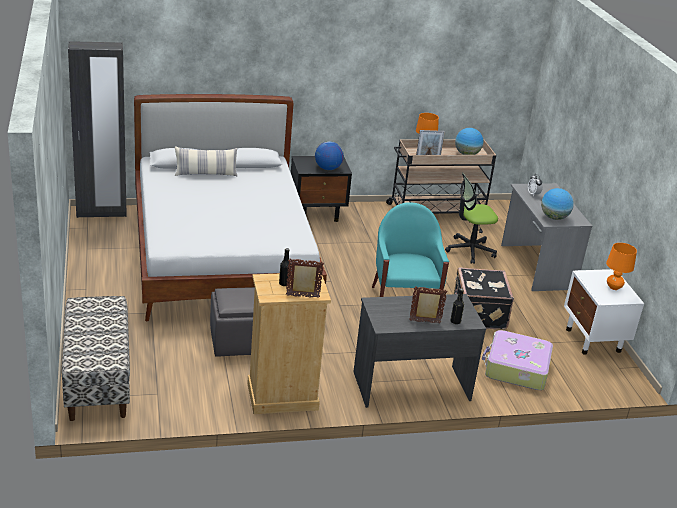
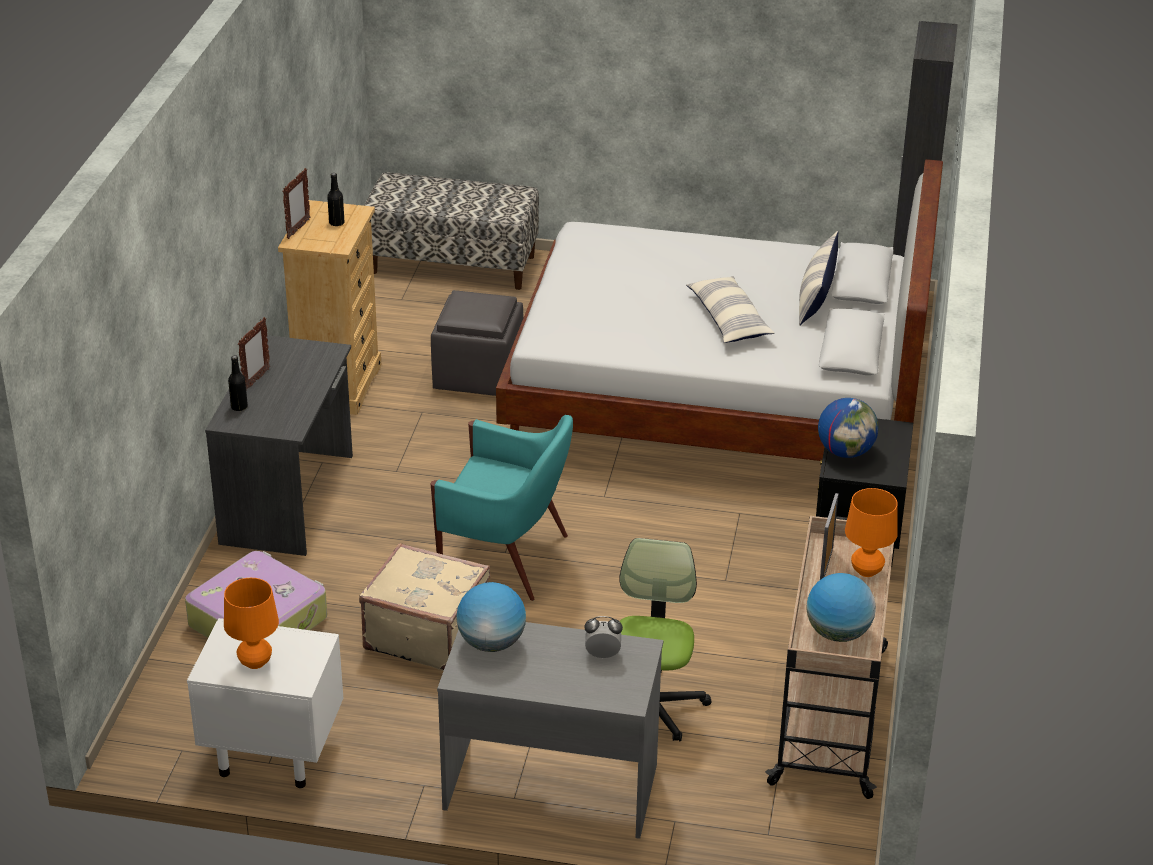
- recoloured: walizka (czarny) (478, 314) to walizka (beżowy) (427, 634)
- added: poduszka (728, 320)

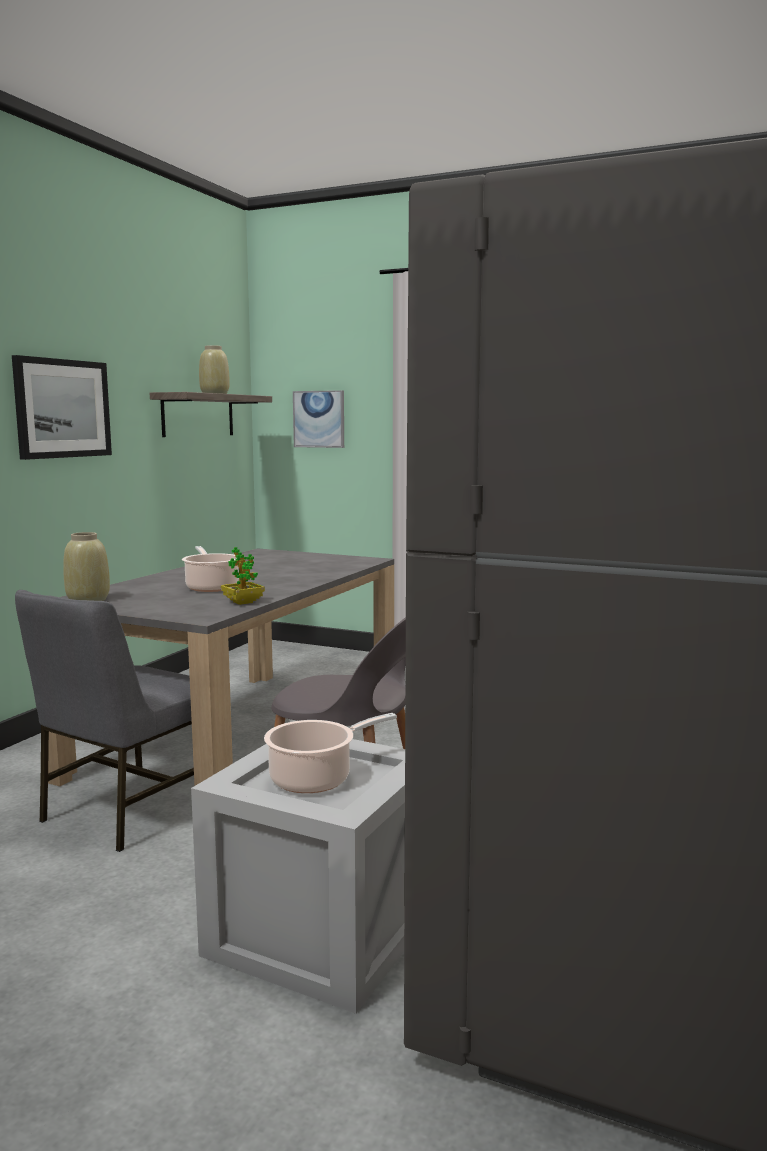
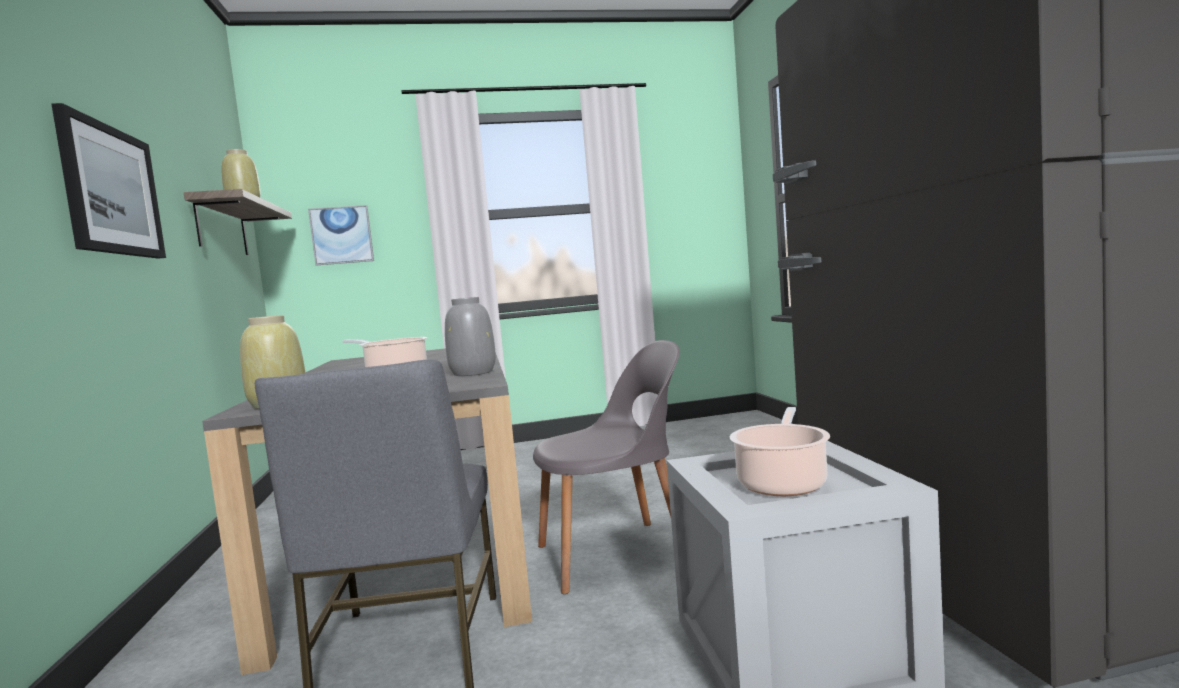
- replaced: roślina doniczkowa (243, 602) to wazon (szary) (473, 373)

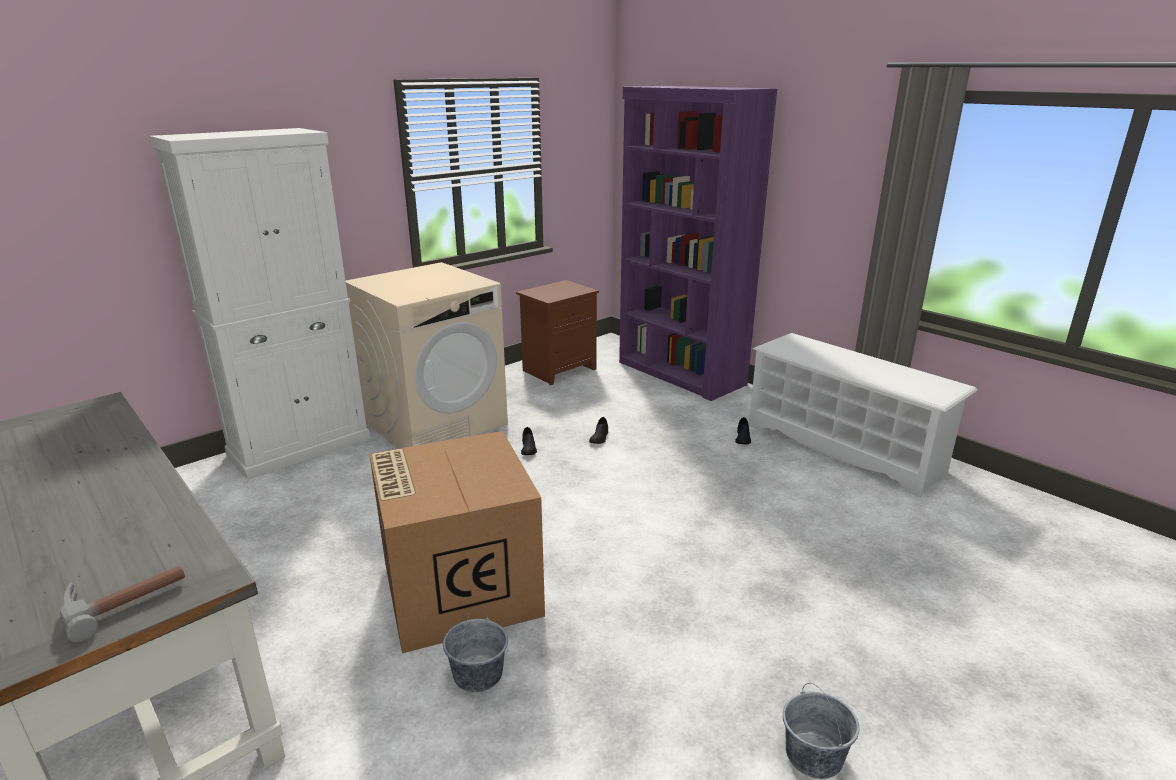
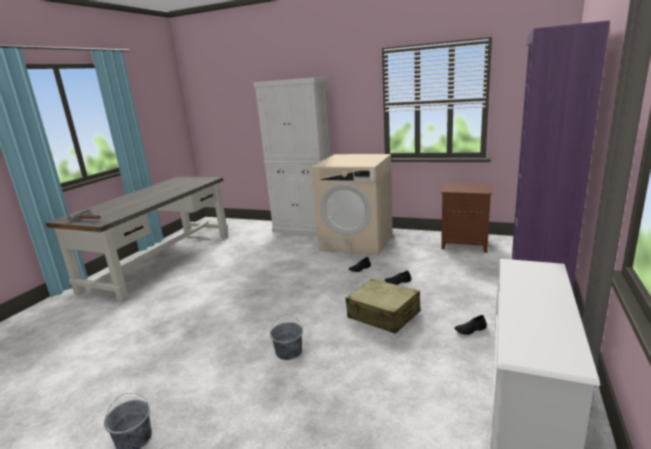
- moved: wiadro (szary) (477, 674) to (288, 352)
- added: walizka (beżowy) (383, 315)
- removed: karton (458, 588)

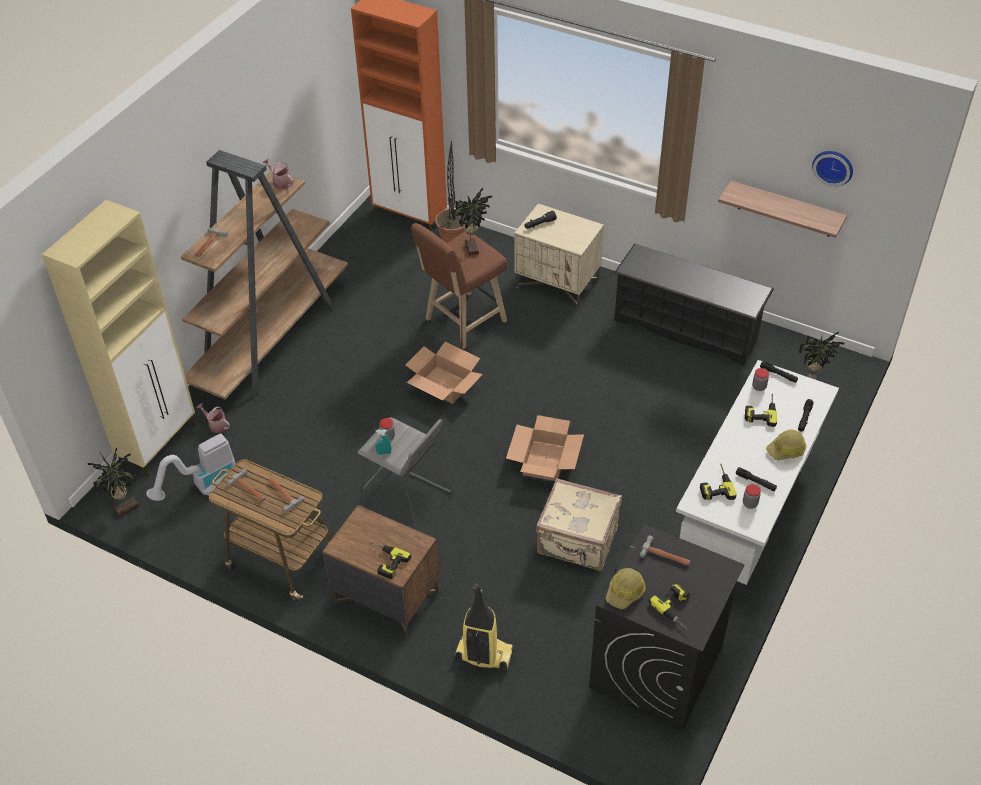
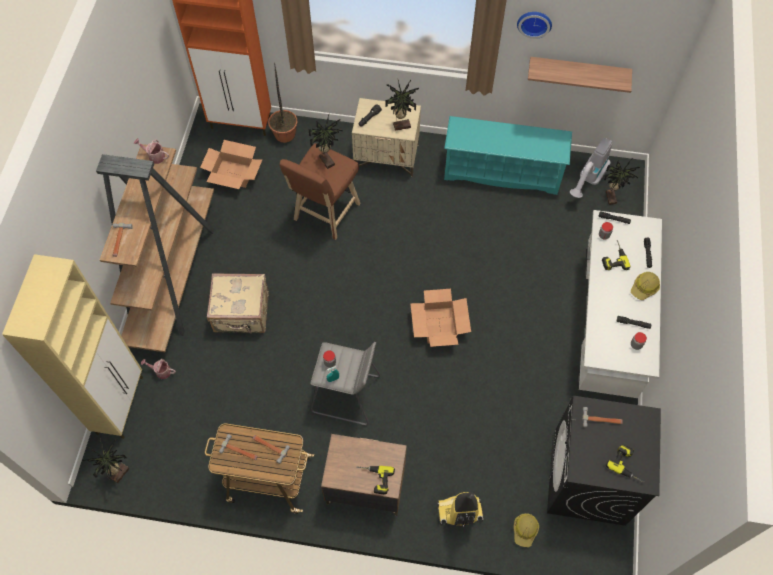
- moved: karton (444, 385) to (234, 173)
- moved: walizka (beżowy) (578, 541) to (242, 313)
- added: roślina doniczkowa (401, 125)
- recoloured: regał na buty (czarny) (686, 328) to regał na buty (turkusowy) (502, 172)
- moved: kask (625, 592) to (525, 530)
- moved: zegar ścienny (833, 166) to (534, 22)
- moved: odkurzacz (203, 489) to (588, 181)
- removed: wiertarka (714, 484)

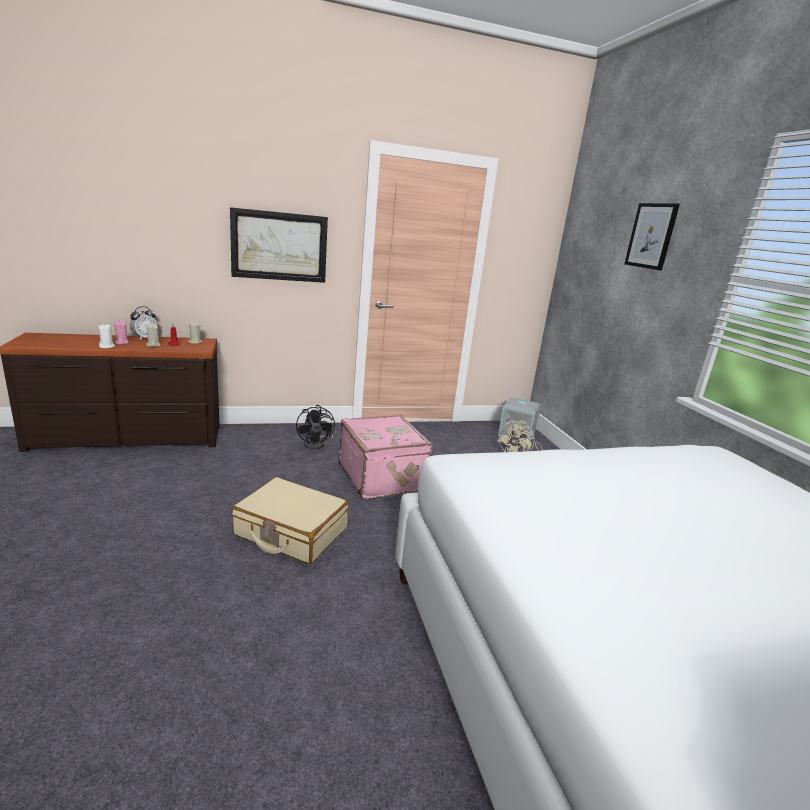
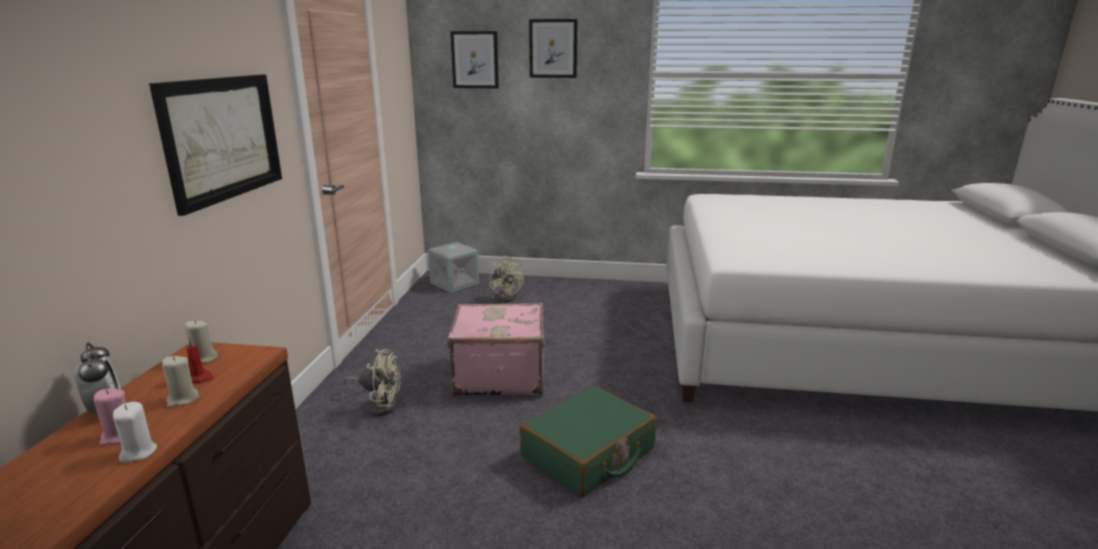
- recoloured: wentylator (czarny) (317, 443) to wentylator (beżowy) (378, 405)
- added: obraz (475, 60)
- recoloured: walizka (beżowy) (290, 532) to walizka (zielony) (588, 454)

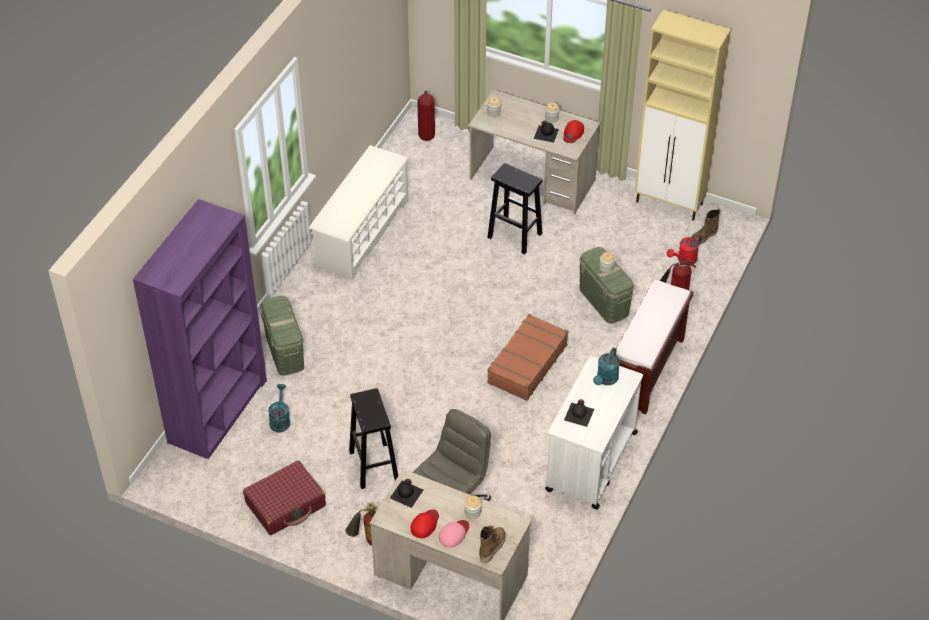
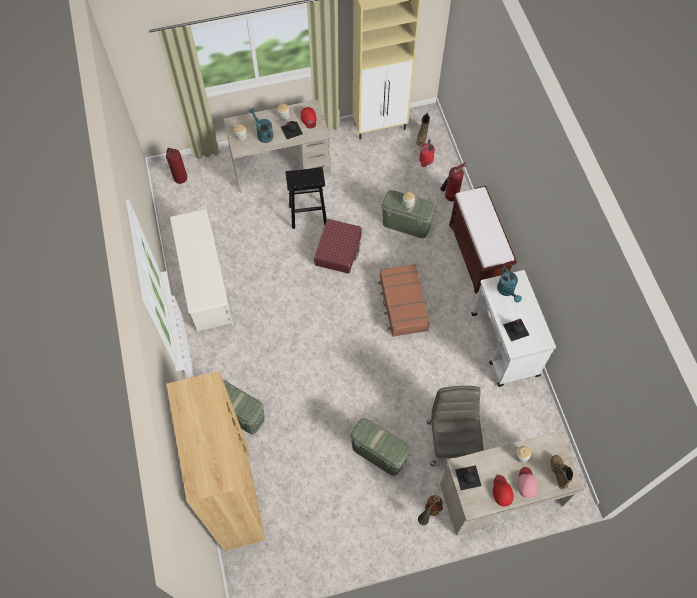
- recoloured: regał (fioletowy) (218, 410) to regał (brązowy) (236, 496)
- moved: konewka (turkusowy) (280, 420) to (263, 134)
- moved: walizka (czerwony) (286, 504) to (338, 250)
- replaced: stołek (czarny) (373, 464) to pojemnik do przechowywania (zielony) (378, 453)

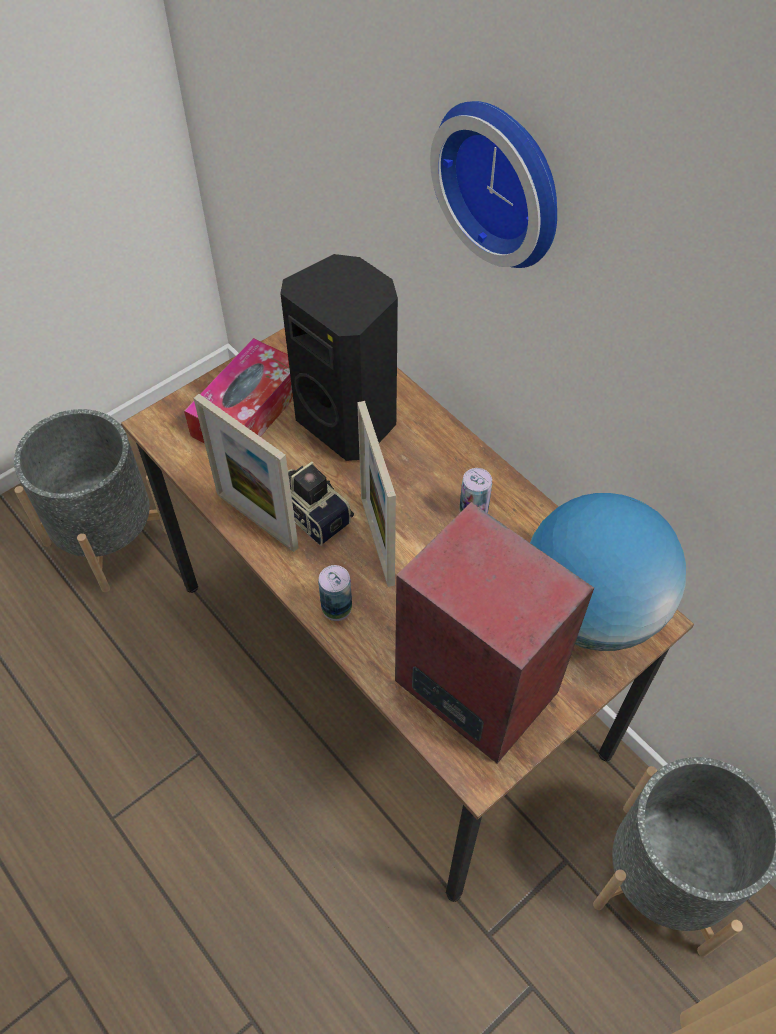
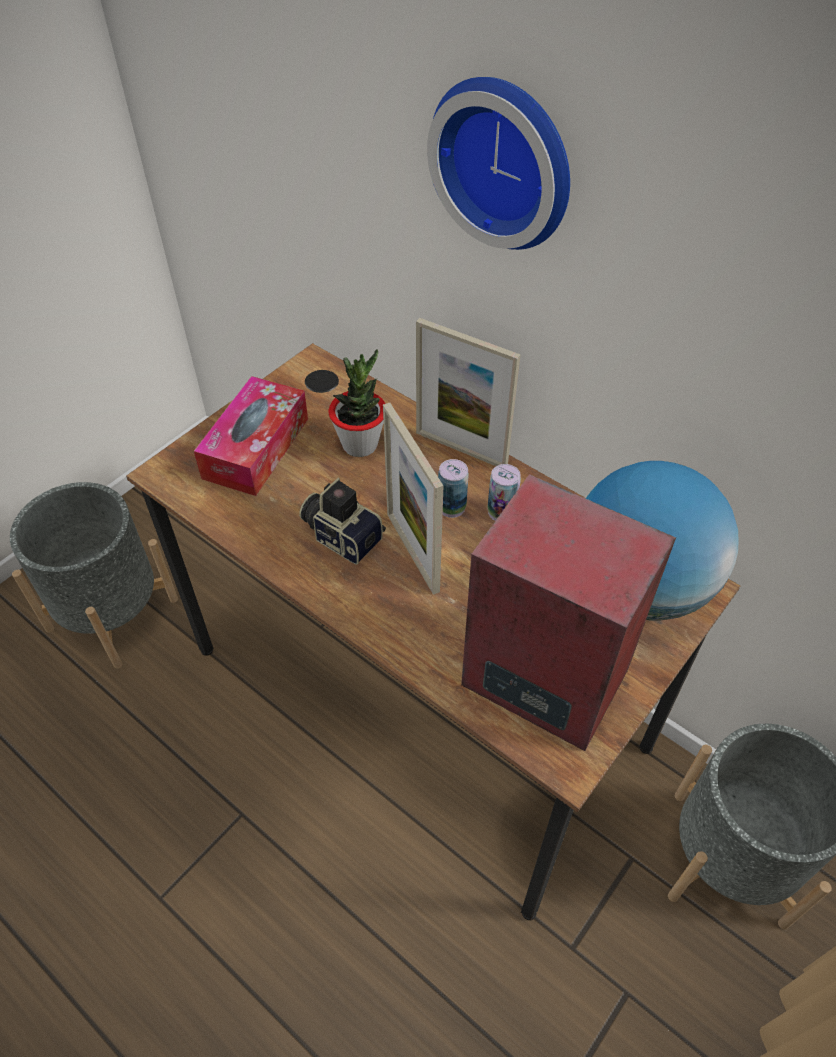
- replaced: głośnik (czarny) (349, 421) to roślina doniczkowa (360, 444)
- moved: ramka na zdjęcie (257, 520) to (461, 449)
- moved: puszka (336, 608) to (451, 507)

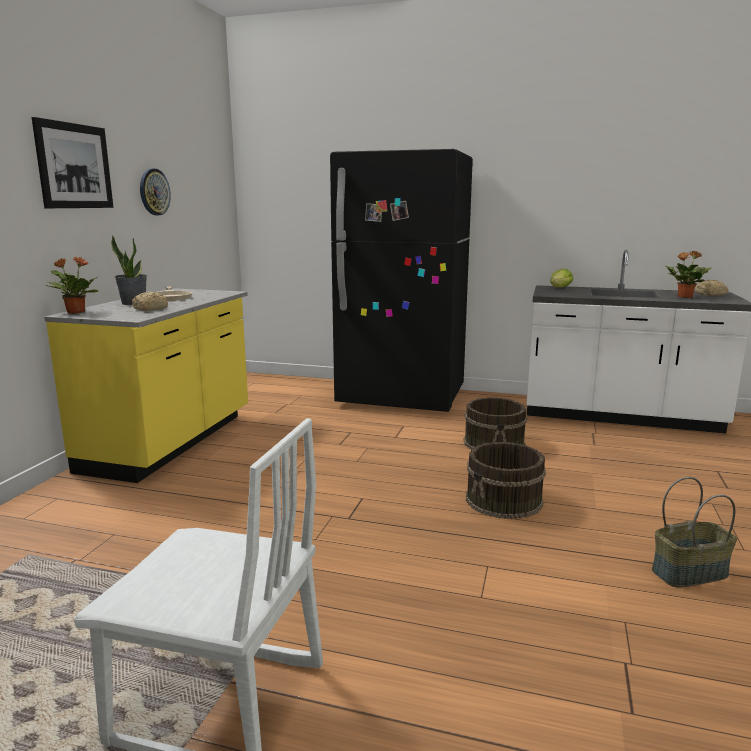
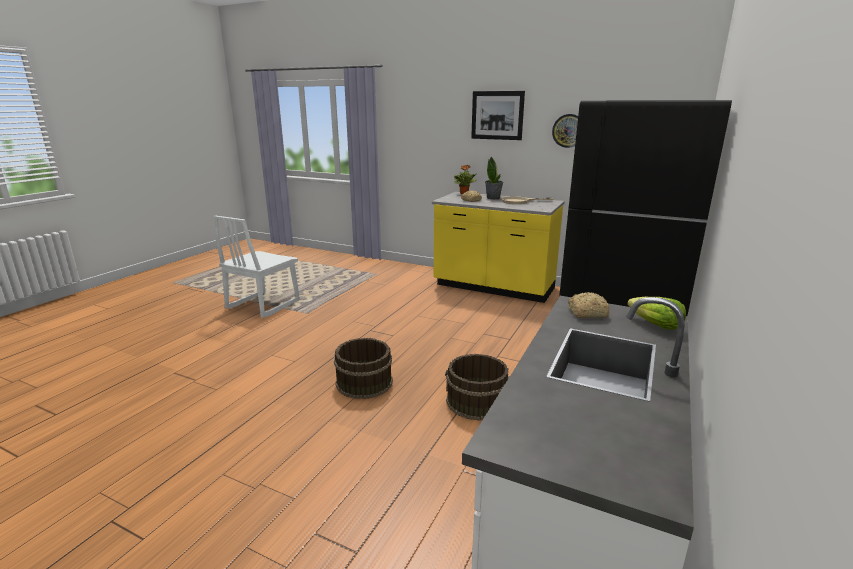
- moved: chleb (710, 294) to (586, 313)
- removed: koszyk (689, 572)
- removed: roślina doniczkowa (684, 297)

